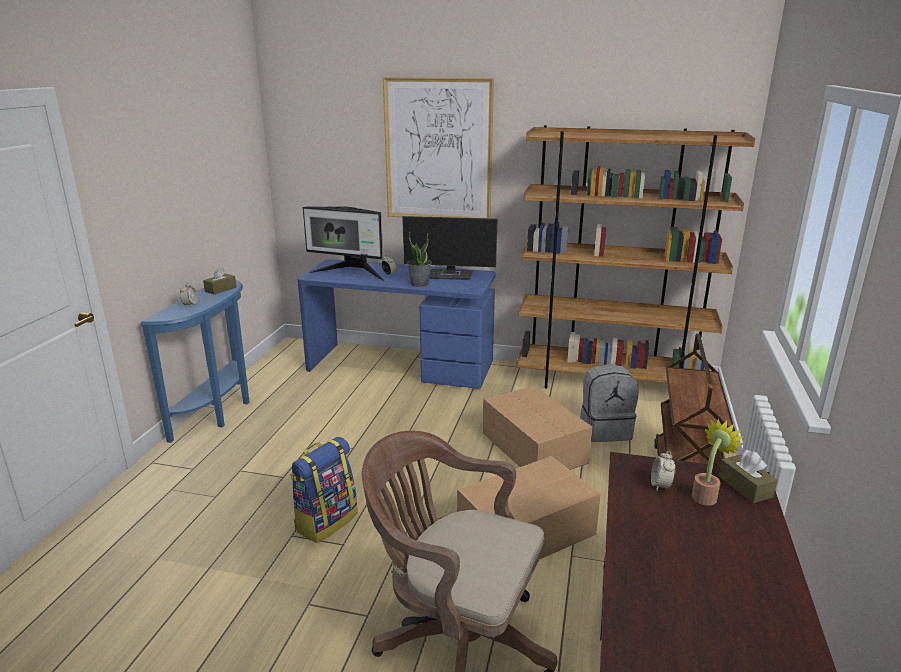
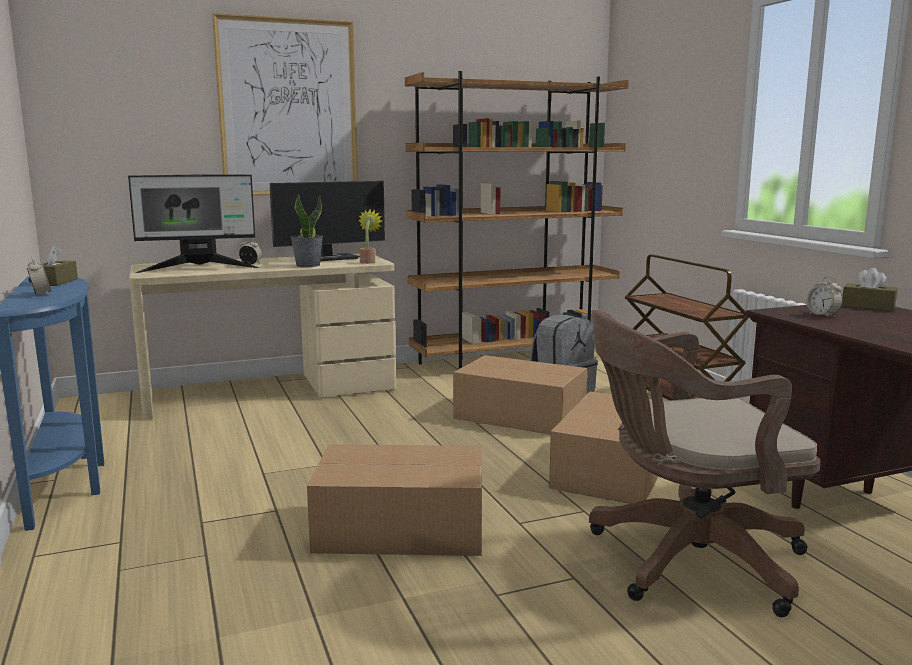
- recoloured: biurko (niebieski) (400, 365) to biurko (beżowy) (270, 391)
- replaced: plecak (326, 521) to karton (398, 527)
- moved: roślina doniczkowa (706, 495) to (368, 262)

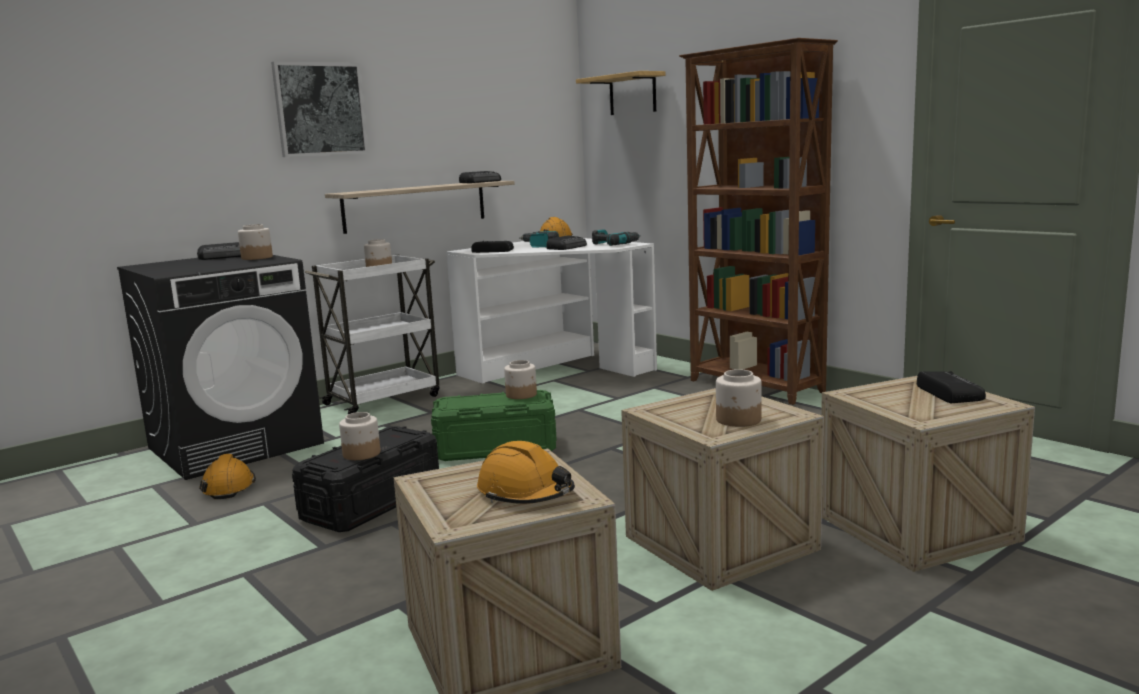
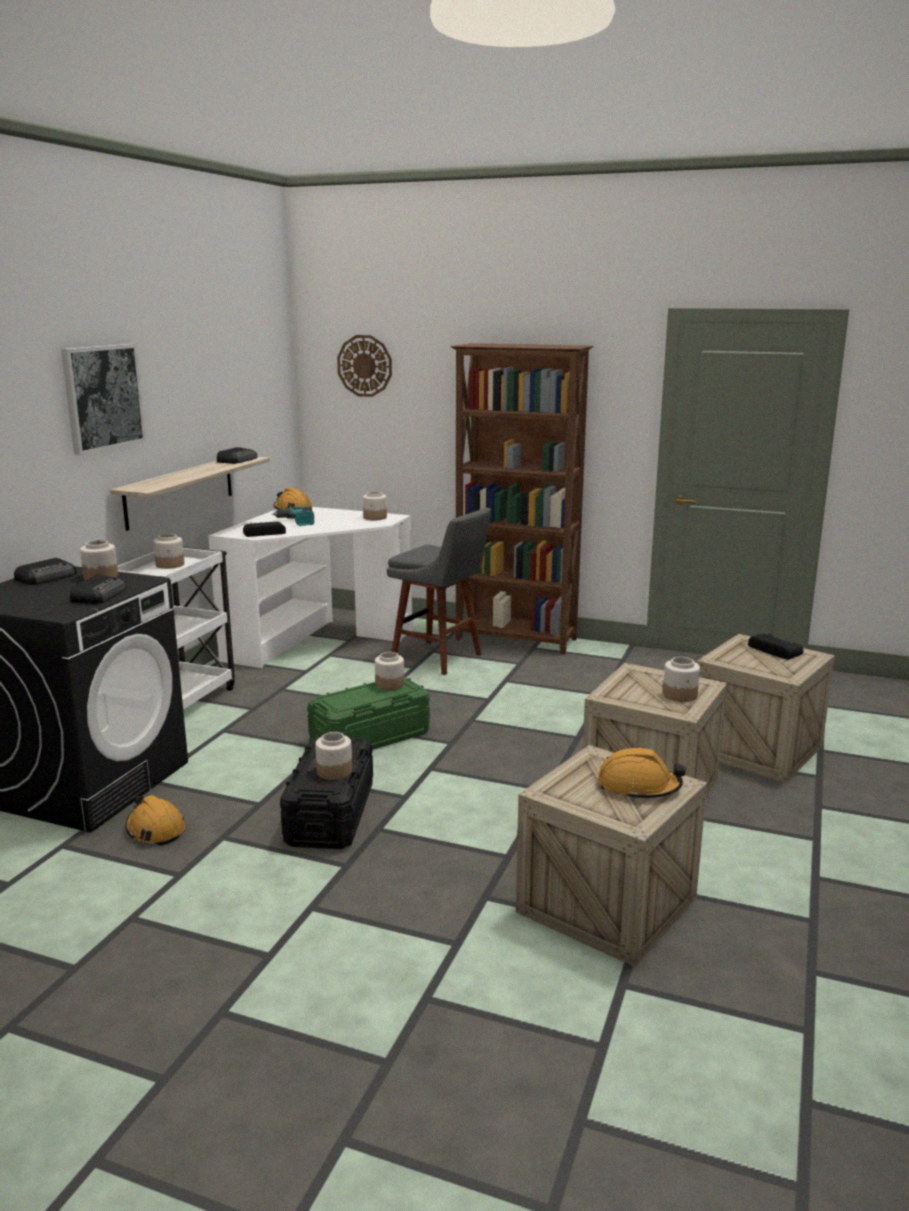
- moved: radio (567, 247) to (99, 595)
- replaced: półka (632, 94) to zegar ścienny (364, 366)
- replaced: wiertarka (614, 244) to słoik (375, 518)
- added: stołek (szary) (440, 659)

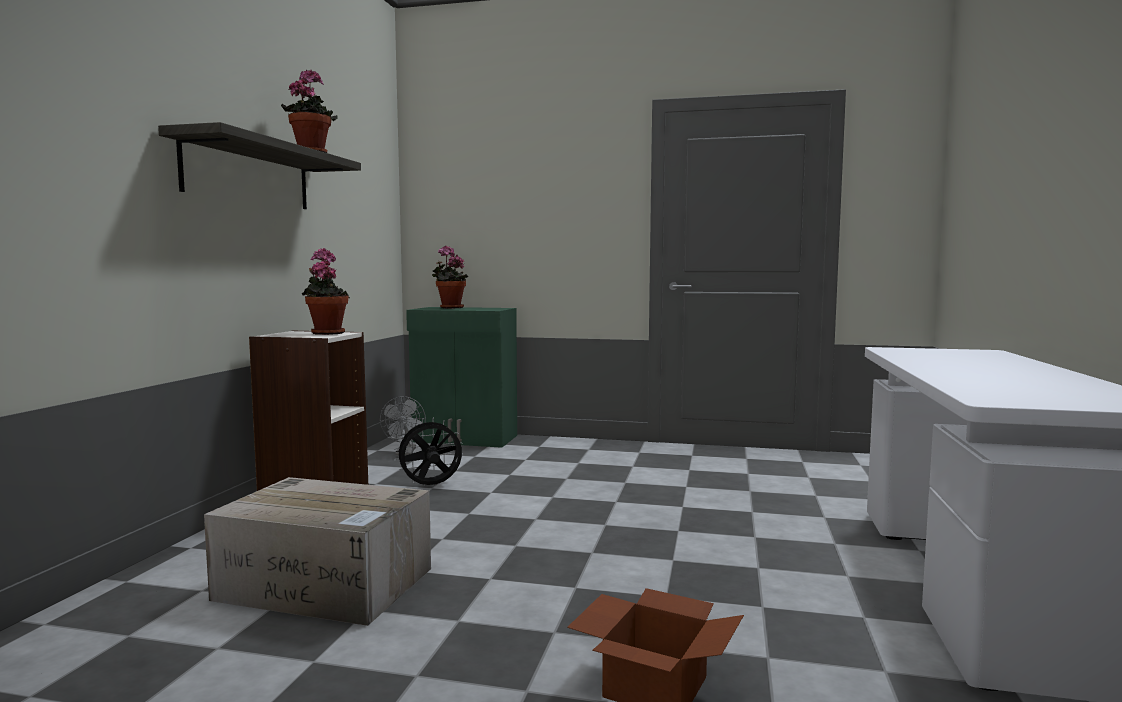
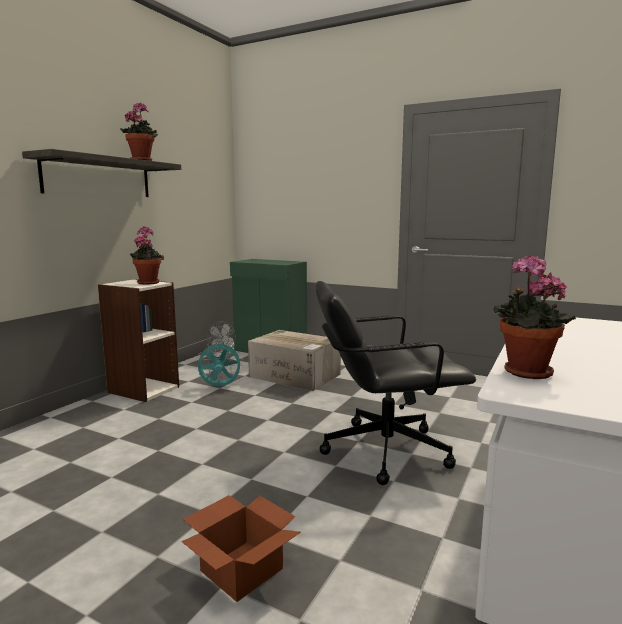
- recoloured: wentylator (czarny) (431, 487) to wentylator (turkusowy) (220, 387)
- moved: karton (328, 584) to (296, 376)
- added: krzesło biurowe (czarny) (384, 450)
- moved: roślina doniczkowa (449, 308) to (524, 373)

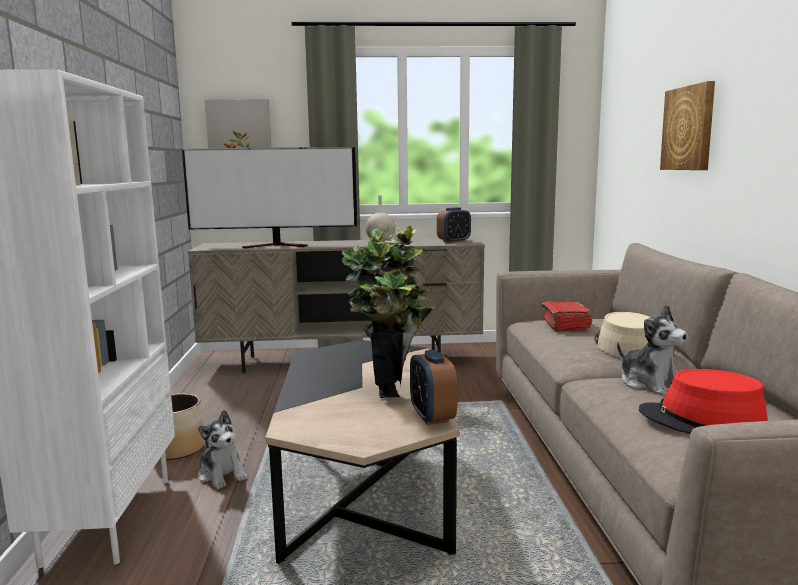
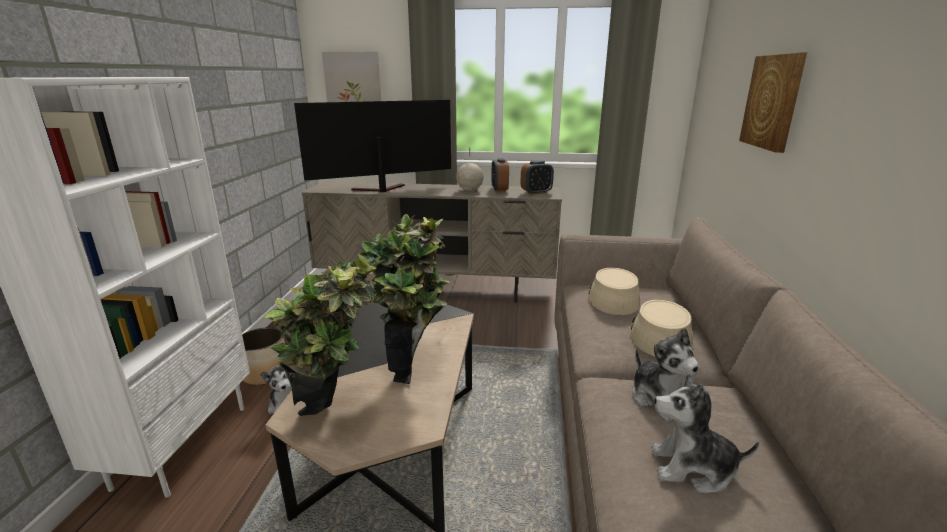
- added: roślina doniczkowa (339, 417)
- turned: telewizor (278, 246) = (379, 190) 150 degrees clockwise
- moved: budzik (432, 416) to (499, 189)
- replaced: książka (czerwony) (565, 325) to kapelusz (beżowy) (612, 298)
- replaced: kapelusz (czerwony) (702, 419) to pluszak (692, 468)

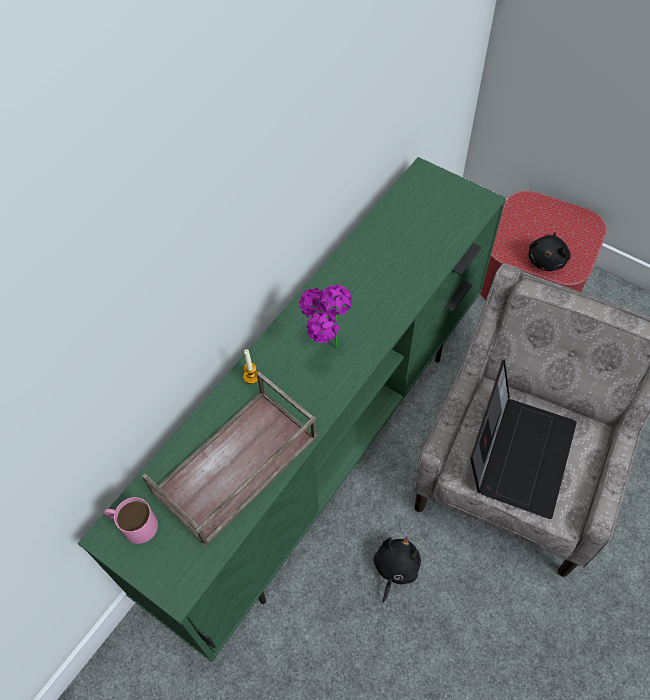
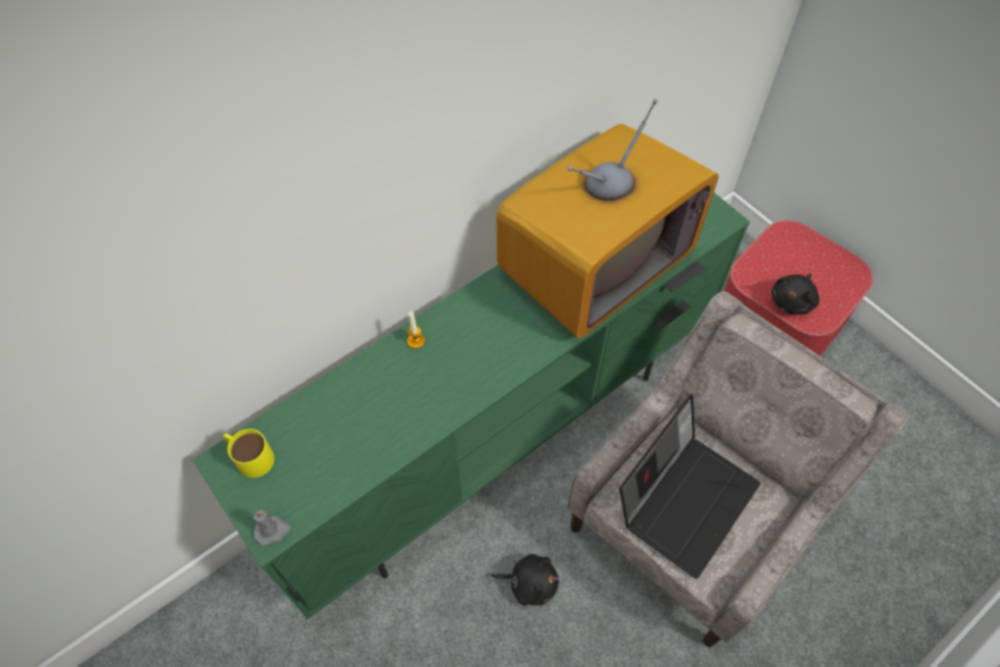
- recoloured: kubek (różowy) (133, 524) to kubek (żółty) (250, 456)
- added: świeca (szary) (273, 530)
- turned: pluszak (czarny) (395, 568) = (530, 583) 60 degrees clockwise
- added: telewizor (595, 266)
- removed: taca (brązowy) (235, 467)
- removed: roślina doniczkowa (325, 351)

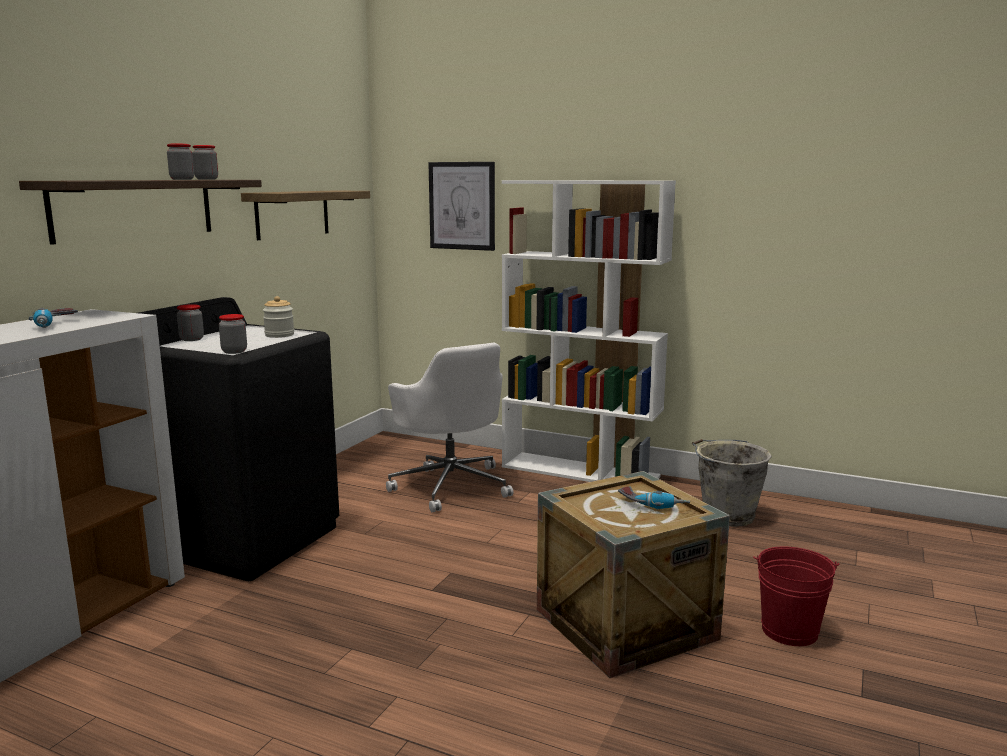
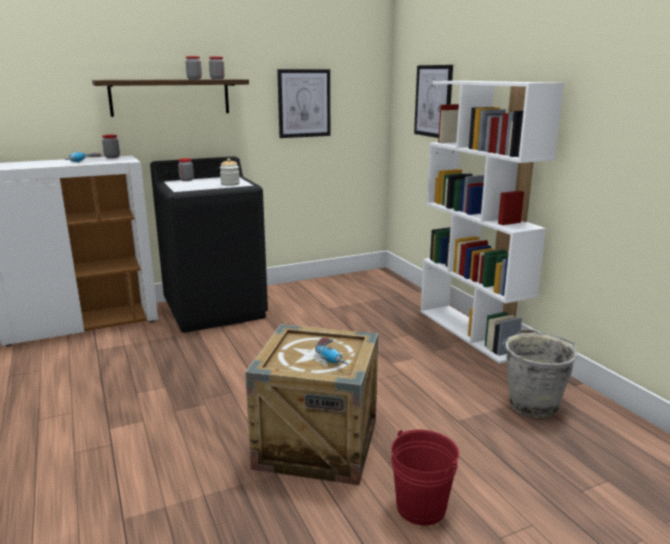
- moved: słoik (234, 351) to (112, 157)
- replaced: półka (292, 214) to obraz (304, 103)
- removed: krzesło biurowe (biały) (451, 485)

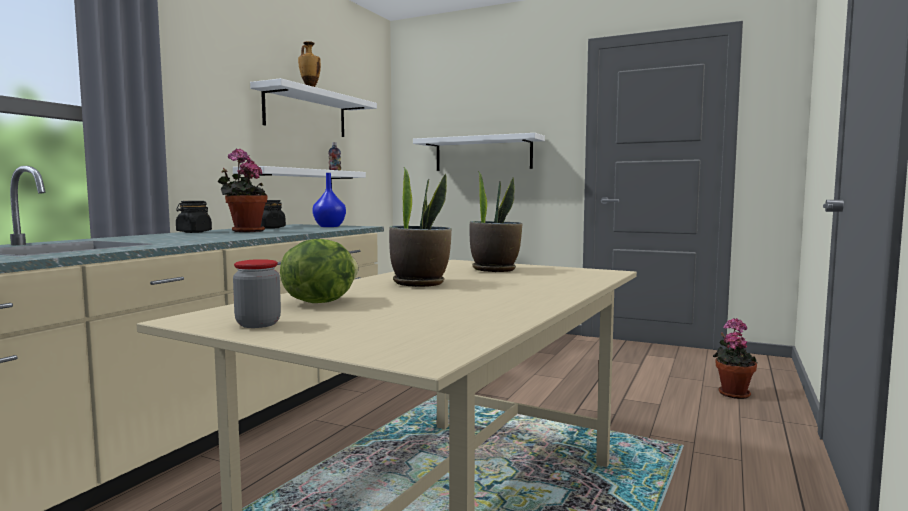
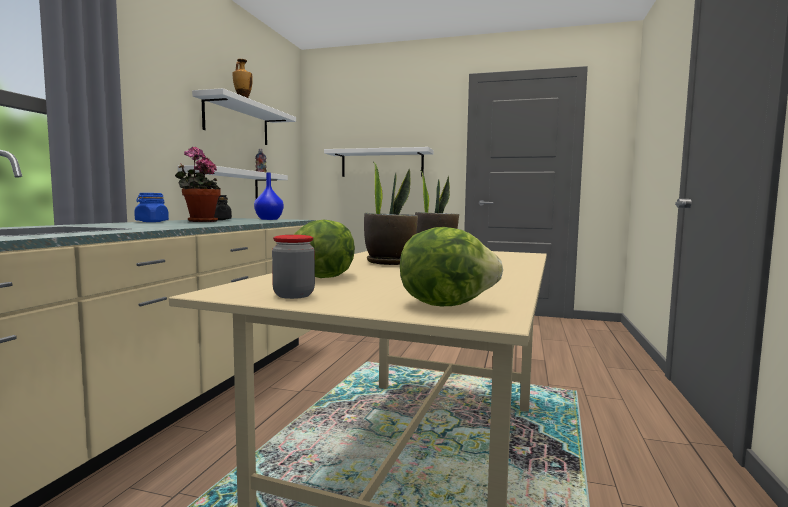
- recoloured: słoik (czarny) (194, 232) to słoik (niebieski) (151, 221)
- added: sałata (445, 304)
- removed: roślina doniczkowa (732, 393)

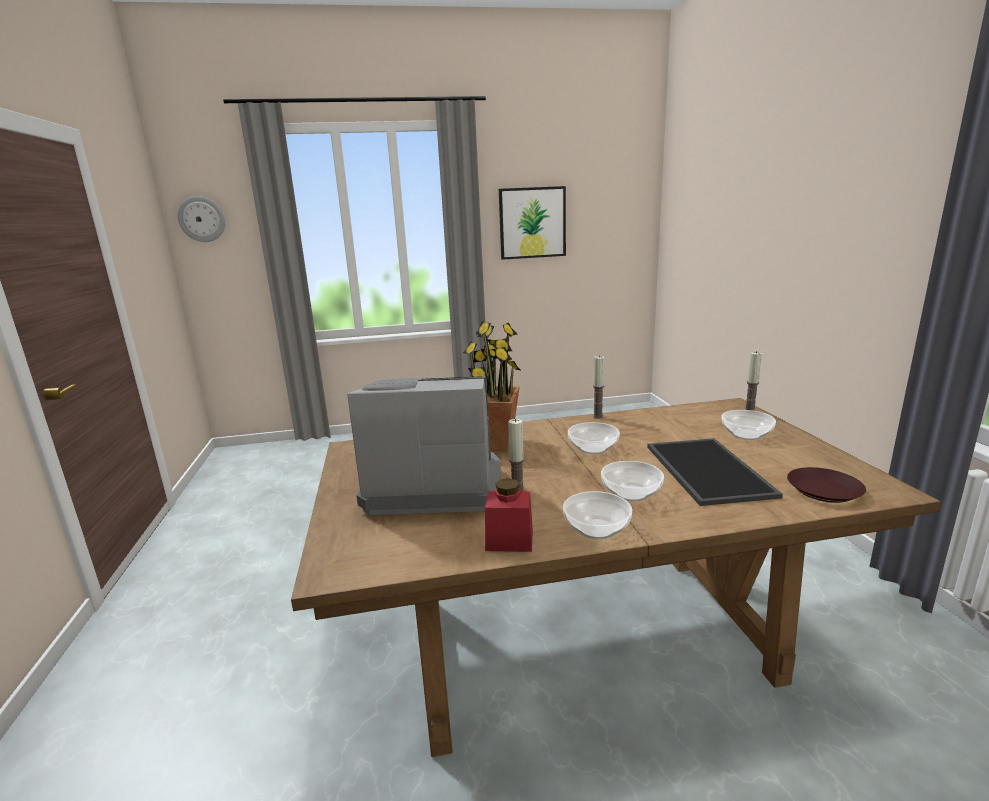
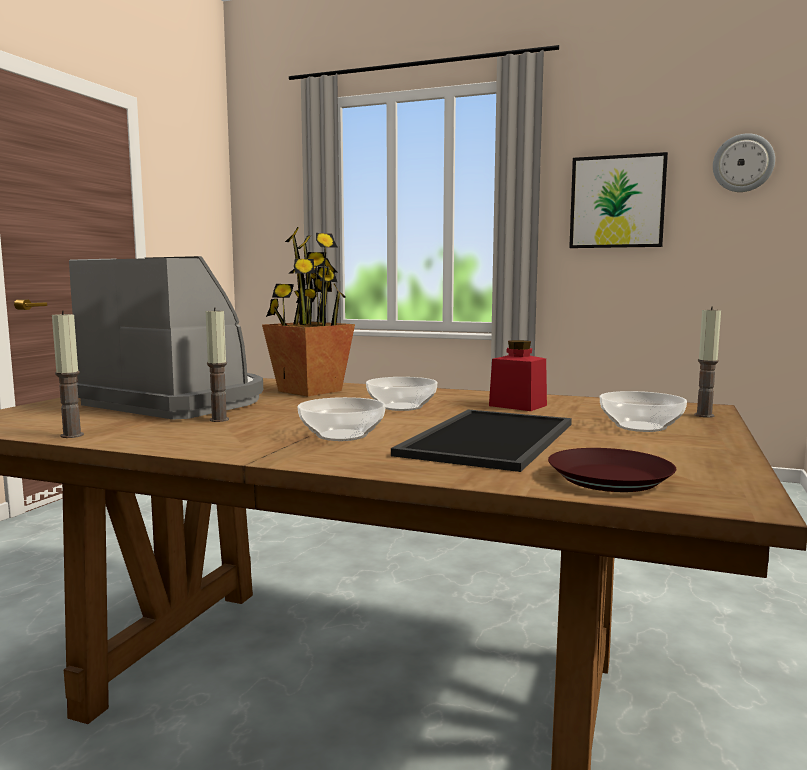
- moved: świeca (598, 416) to (72, 435)
- moved: słoik (czerwony) (509, 541) to (517, 405)
- moved: zegar ścienny (202, 219) to (743, 163)
- removed: miska (595, 529)

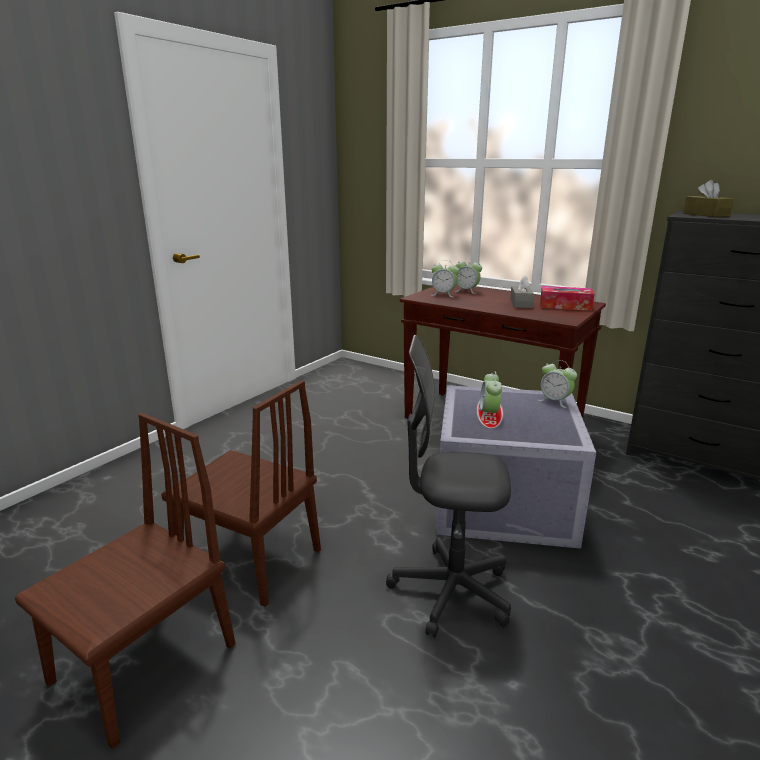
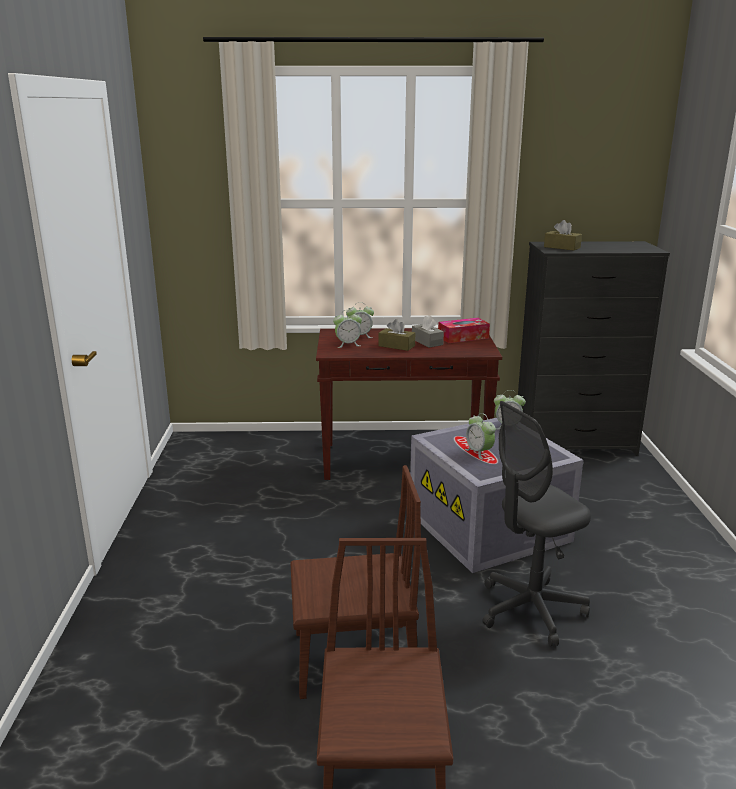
- added: pudełko chusteczek (brązowy) (396, 346)

